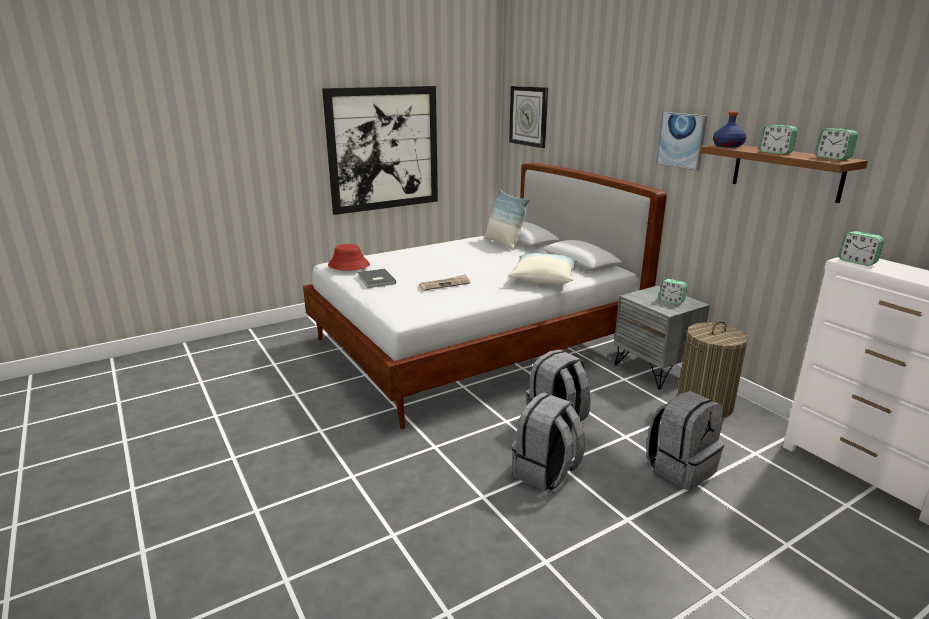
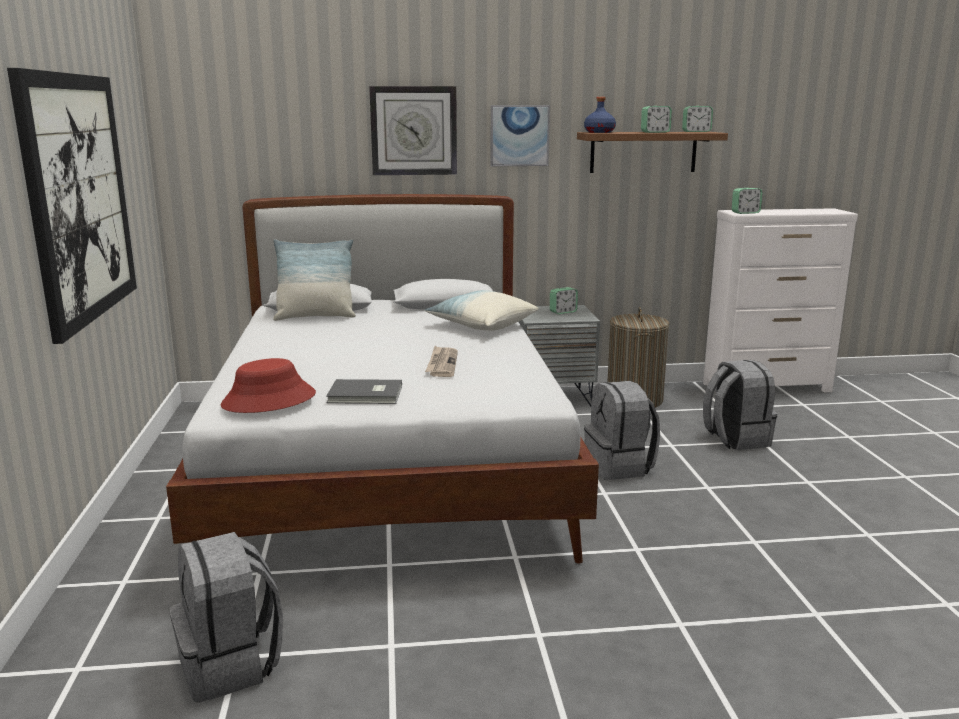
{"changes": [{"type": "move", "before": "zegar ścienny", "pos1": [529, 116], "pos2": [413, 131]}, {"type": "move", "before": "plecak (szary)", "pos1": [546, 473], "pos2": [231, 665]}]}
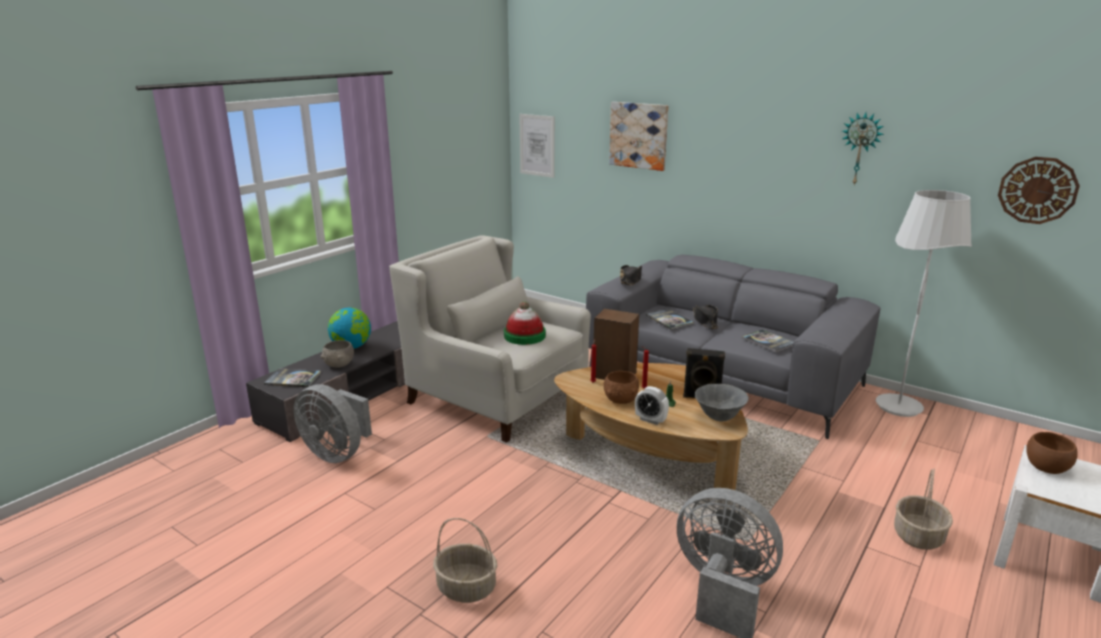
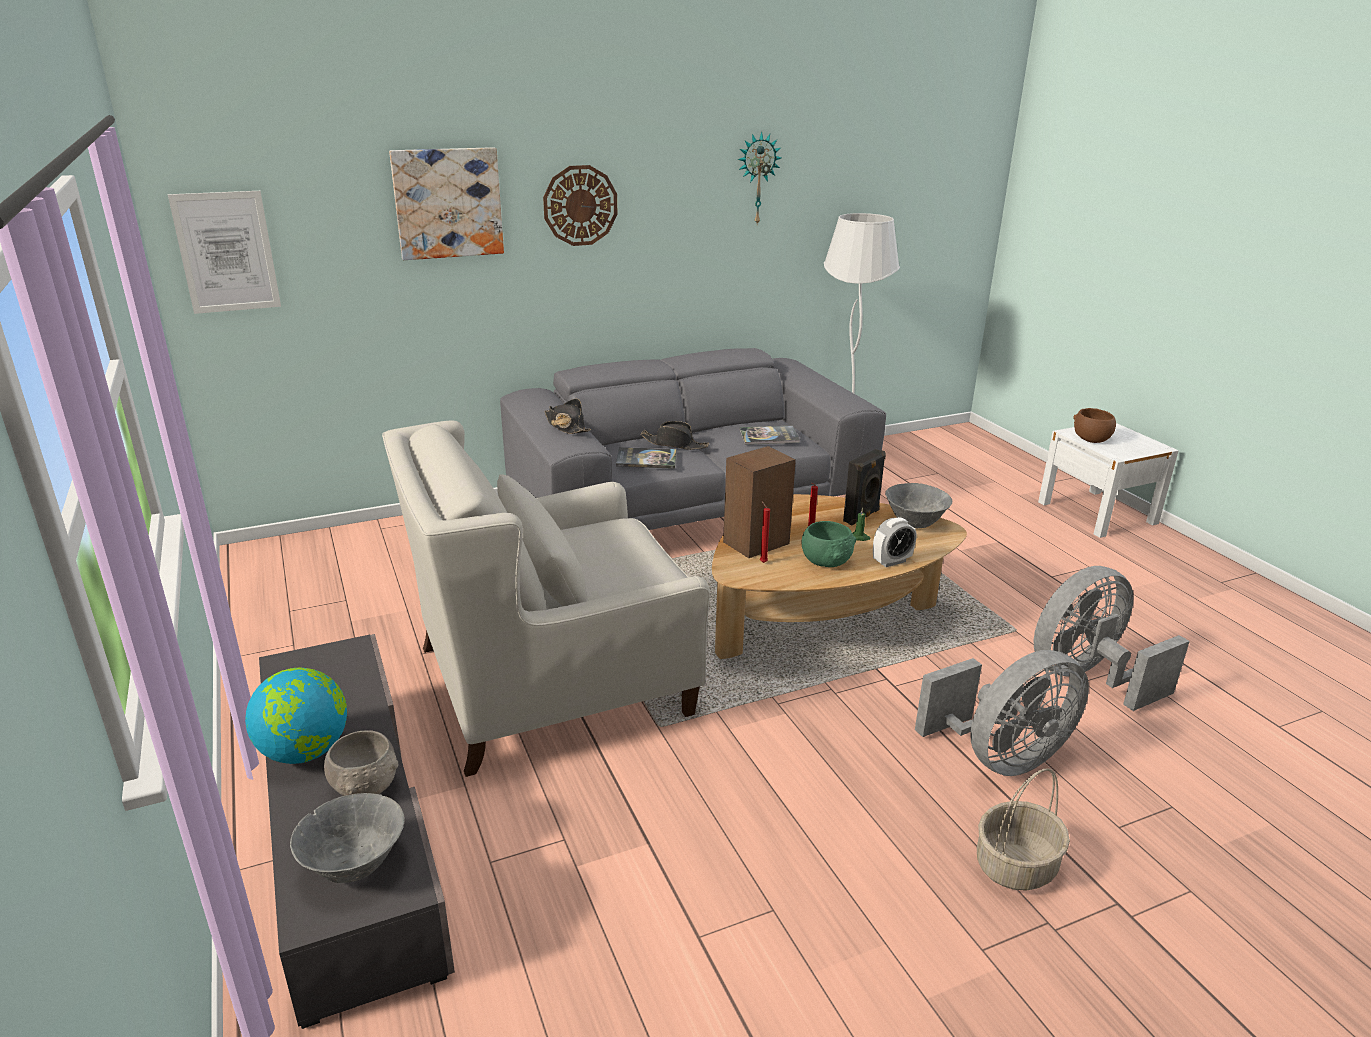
{"changes": [{"type": "replace", "before": "książka", "after": "miska (szary)", "pos1": [293, 379], "pos2": [354, 867]}, {"type": "move", "before": "wentylator (szary)", "pos1": [337, 453], "pos2": [1001, 757]}, {"type": "delete", "before": "kapelusz", "pos1": [524, 336]}, {"type": "recolor", "before": "miska (brązowy)", "after": "miska (zielony)", "pos1": [621, 399], "pos2": [826, 561]}, {"type": "delete", "before": "koszyk", "pos1": [919, 536]}, {"type": "move", "before": "zegar ścienny", "pos1": [1037, 190], "pos2": [580, 205]}]}
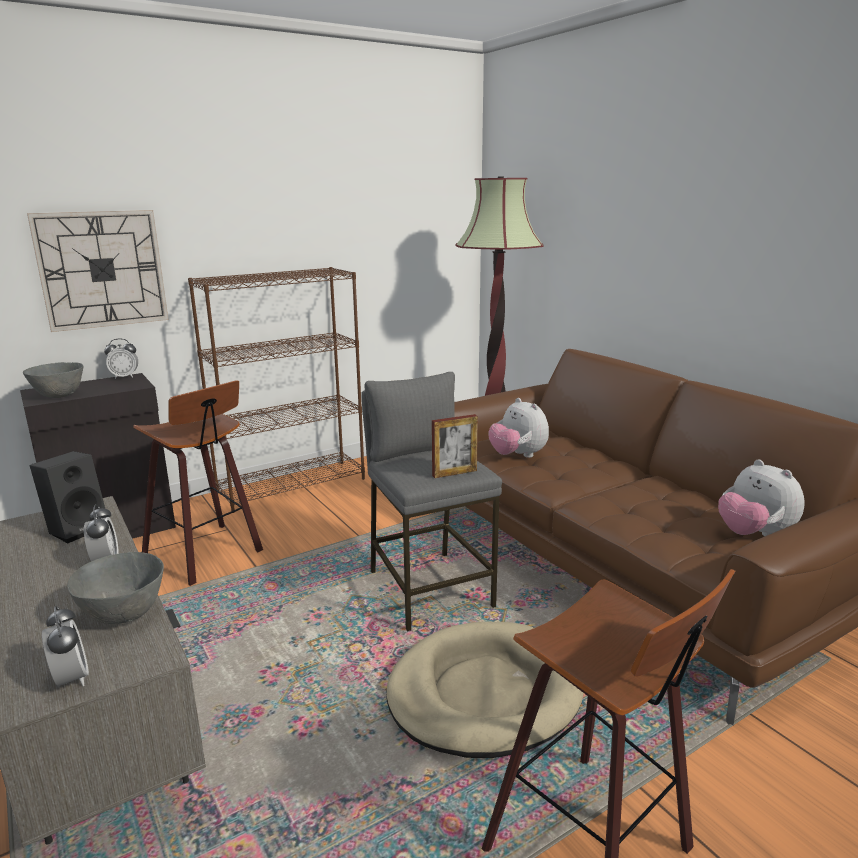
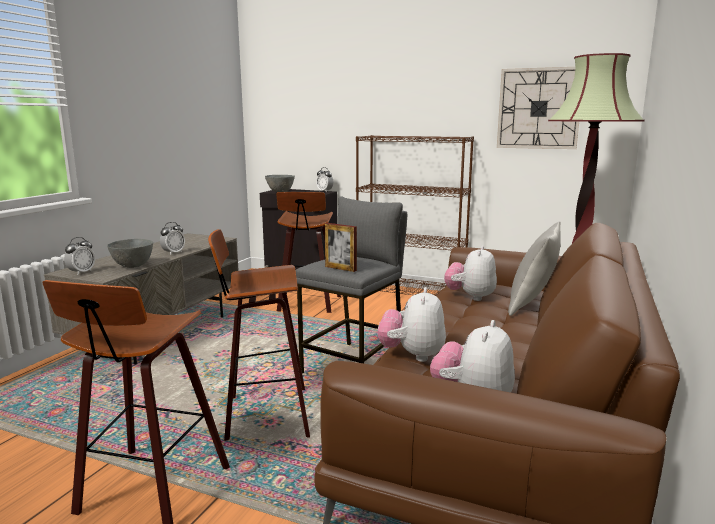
{"changes": [{"type": "move", "before": "zegar ścienny", "pos1": [102, 269], "pos2": [539, 108]}, {"type": "delete", "before": "głośnik (czarny)", "pos1": [78, 528]}, {"type": "replace", "before": "legowisko (beżowy)", "after": "stołek", "pos1": [484, 693], "pos2": [264, 415]}, {"type": "insert", "after": "pluszak", "pos2": [412, 355]}, {"type": "insert", "after": "poduszka (szary)", "pos2": [532, 305]}]}
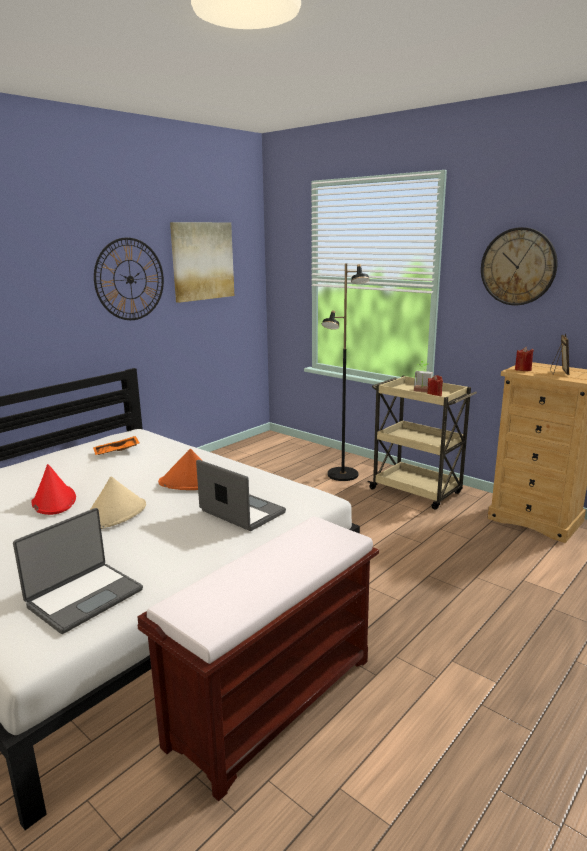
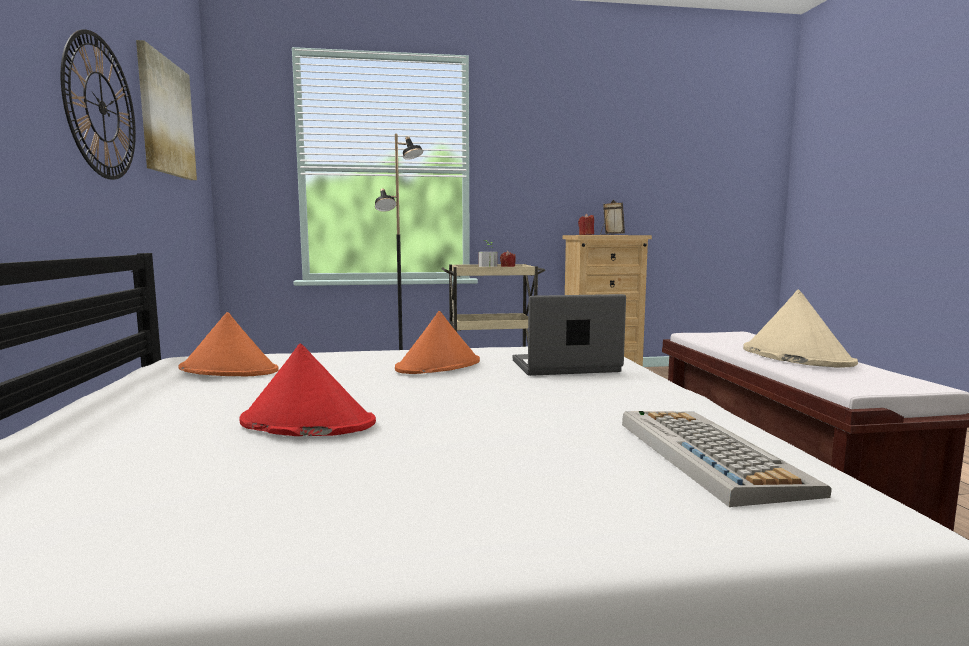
{"changes": [{"type": "replace", "before": "laptop", "after": "klawiatura", "pos1": [84, 597], "pos2": [706, 454]}, {"type": "move", "before": "kapelusz (beżowy)", "pos1": [115, 515], "pos2": [795, 356]}, {"type": "replace", "before": "taca (pomarańczowy)", "after": "kapelusz (pomarańczowy)", "pos1": [117, 451], "pos2": [229, 370]}, {"type": "delete", "before": "zegar ścienny", "pos1": [518, 266]}]}
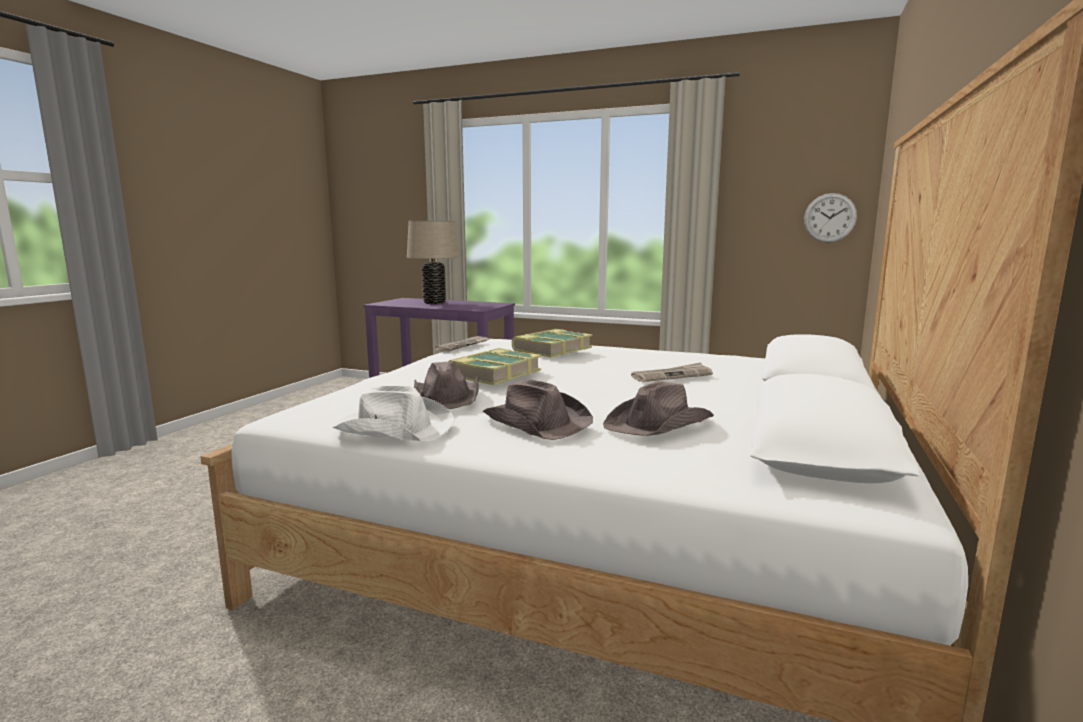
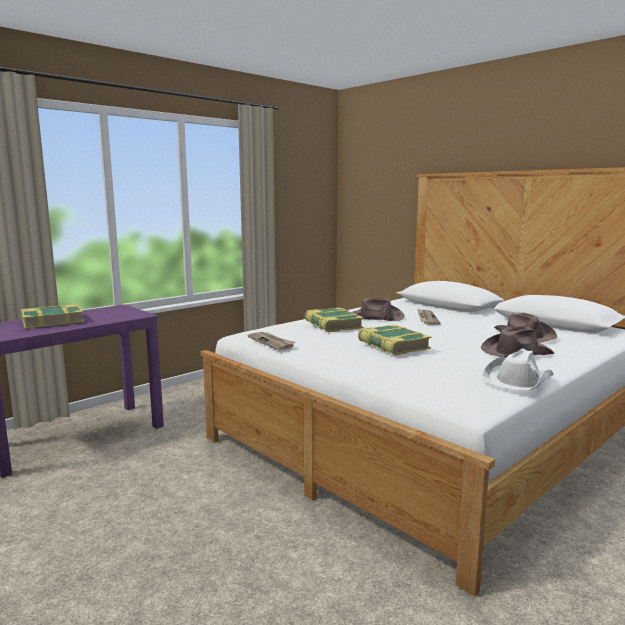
{"changes": [{"type": "replace", "before": "lampa stołowa (beżowy)", "after": "książka", "pos1": [434, 303], "pos2": [53, 321]}, {"type": "move", "before": "kapelusz (brązowy)", "pos1": [447, 398], "pos2": [376, 317]}, {"type": "delete", "before": "zegar ścienny", "pos1": [830, 217]}]}
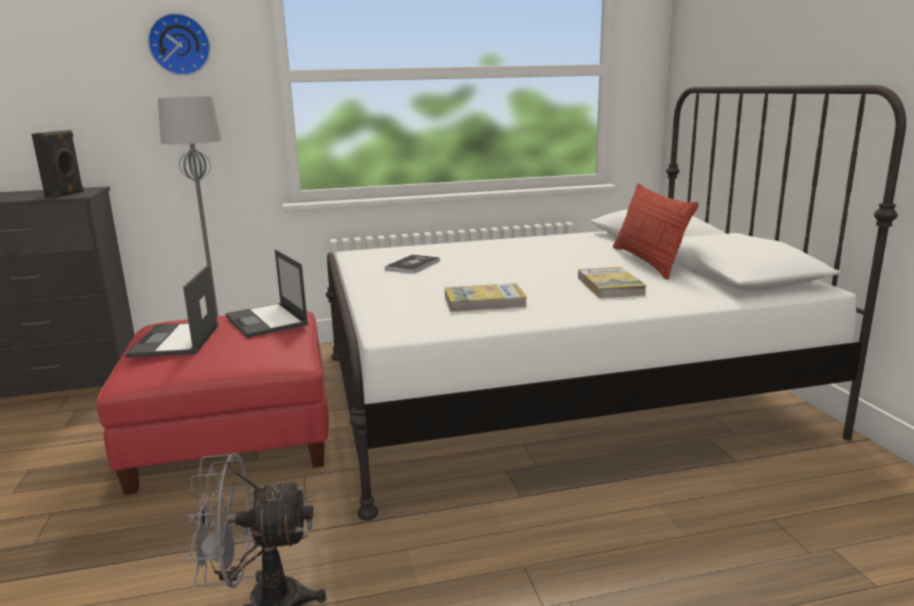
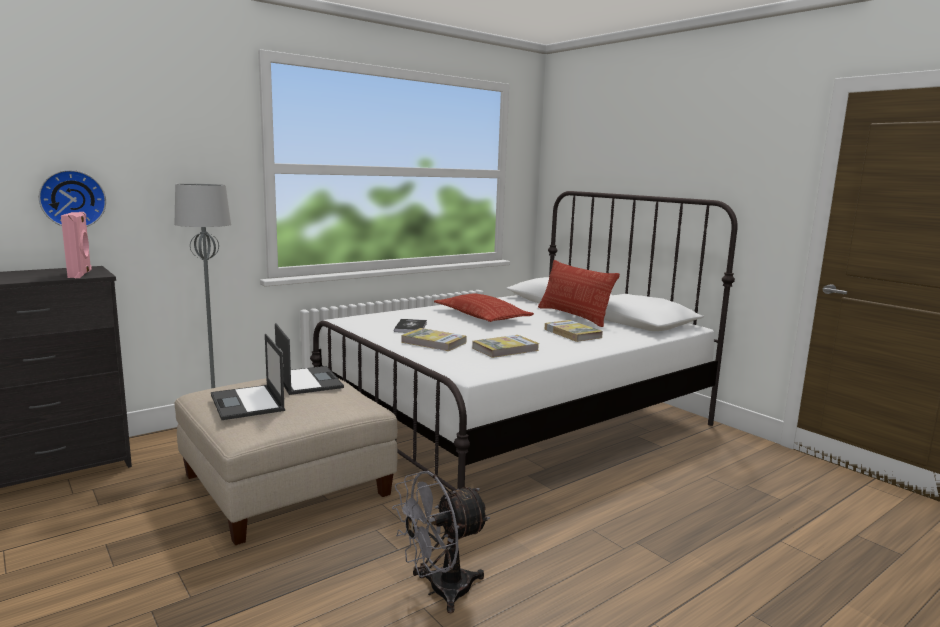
{"changes": [{"type": "recolor", "before": "głośnik (czarny)", "after": "głośnik (różowy)", "pos1": [66, 194], "pos2": [81, 274]}, {"type": "recolor", "before": "pufa (czerwony)", "after": "pufa (beżowy)", "pos1": [234, 435], "pos2": [287, 485]}, {"type": "move", "before": "zegar ścienny", "pos1": [180, 45], "pos2": [72, 199]}, {"type": "rotate", "before": "laptop", "pos1": [267, 321], "pos2": [308, 380], "turn": -150}, {"type": "insert", "after": "książka", "pos2": [433, 342]}, {"type": "insert", "after": "poduszka", "pos2": [482, 316]}]}
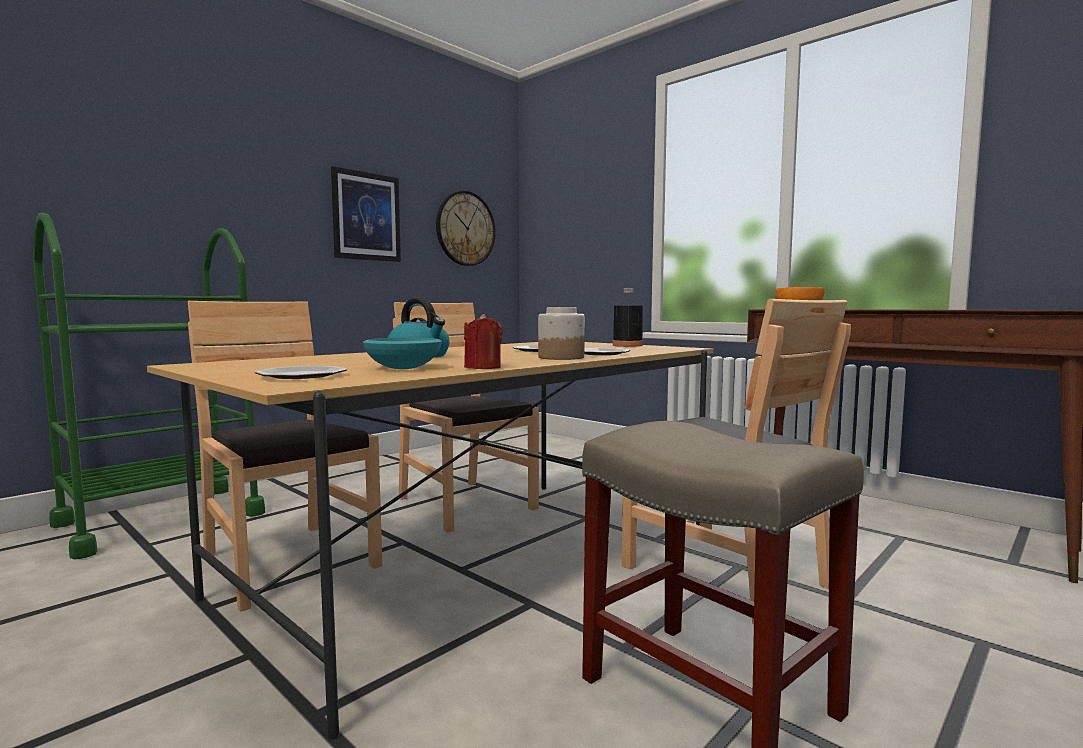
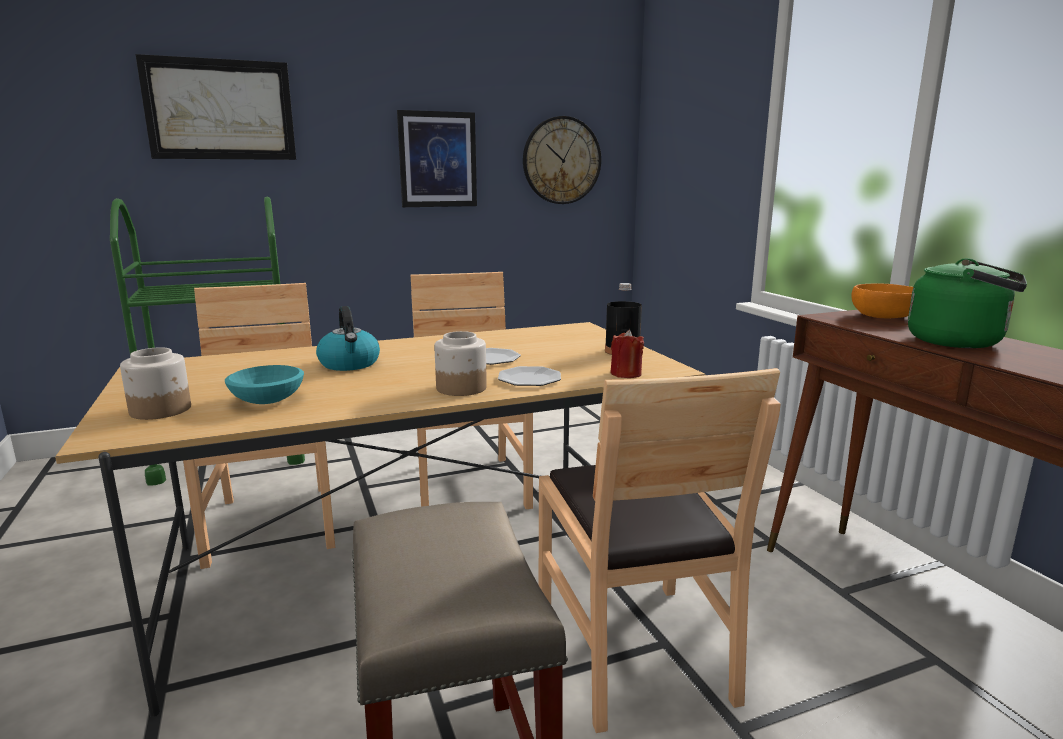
{"changes": [{"type": "replace", "before": "talerz", "after": "słoik", "pos1": [303, 375], "pos2": [161, 410]}, {"type": "move", "before": "świeca (czerwony)", "pos1": [482, 368], "pos2": [626, 374]}, {"type": "insert", "after": "obraz", "pos2": [220, 110]}, {"type": "insert", "after": "czajnik (zielony)", "pos2": [960, 342]}]}
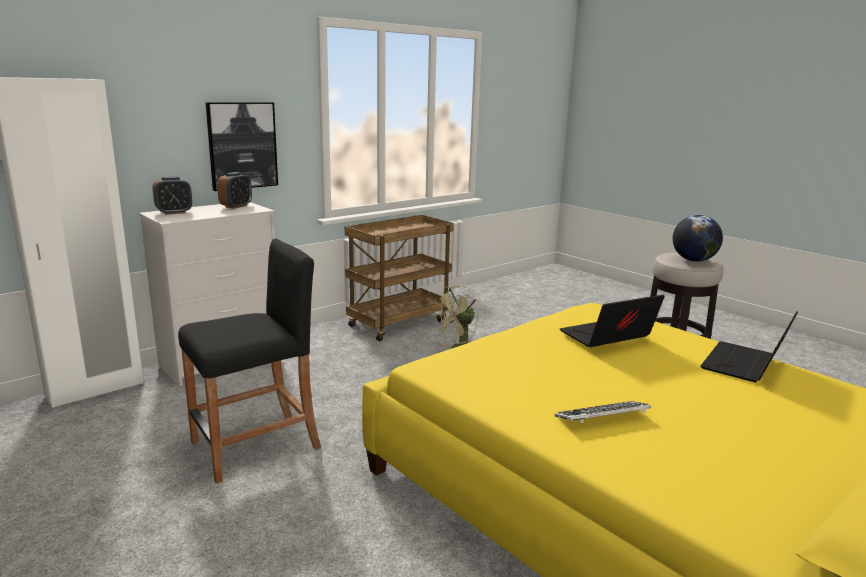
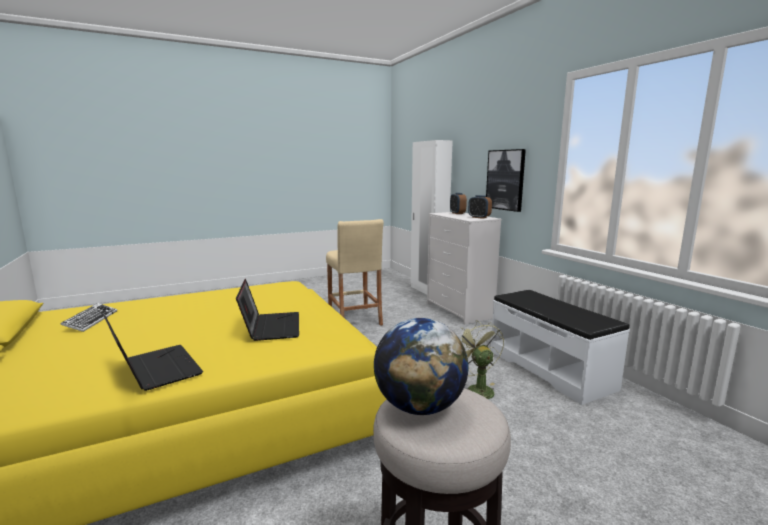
{"changes": [{"type": "recolor", "before": "stołek (czarny)", "after": "stołek (beżowy)", "pos1": [256, 446], "pos2": [354, 318]}, {"type": "replace", "before": "wózek (brązowy)", "after": "ławka (biały)", "pos1": [399, 323], "pos2": [550, 369]}, {"type": "move", "before": "klawiatura", "pos1": [602, 417], "pos2": [91, 321]}]}
